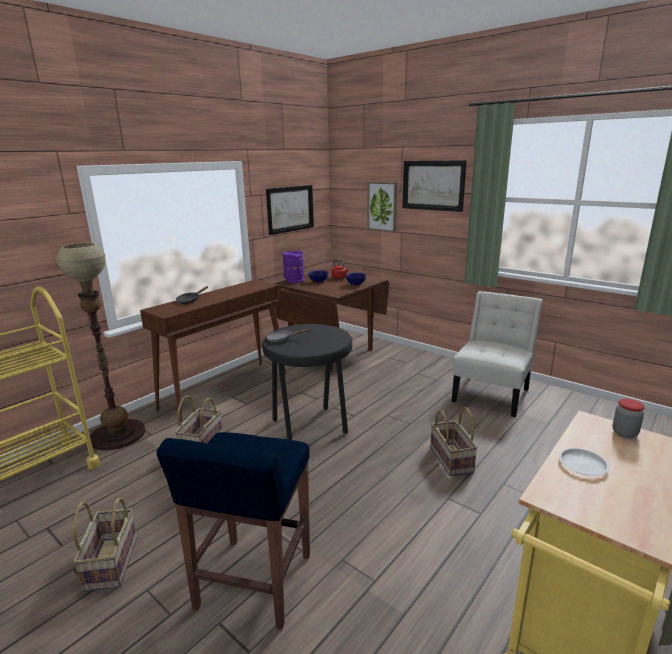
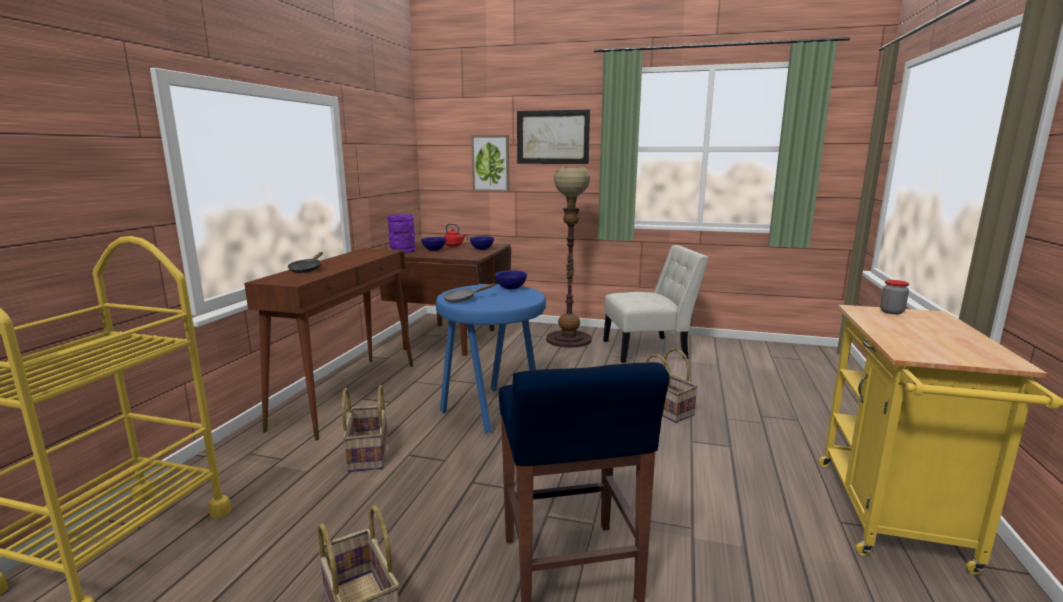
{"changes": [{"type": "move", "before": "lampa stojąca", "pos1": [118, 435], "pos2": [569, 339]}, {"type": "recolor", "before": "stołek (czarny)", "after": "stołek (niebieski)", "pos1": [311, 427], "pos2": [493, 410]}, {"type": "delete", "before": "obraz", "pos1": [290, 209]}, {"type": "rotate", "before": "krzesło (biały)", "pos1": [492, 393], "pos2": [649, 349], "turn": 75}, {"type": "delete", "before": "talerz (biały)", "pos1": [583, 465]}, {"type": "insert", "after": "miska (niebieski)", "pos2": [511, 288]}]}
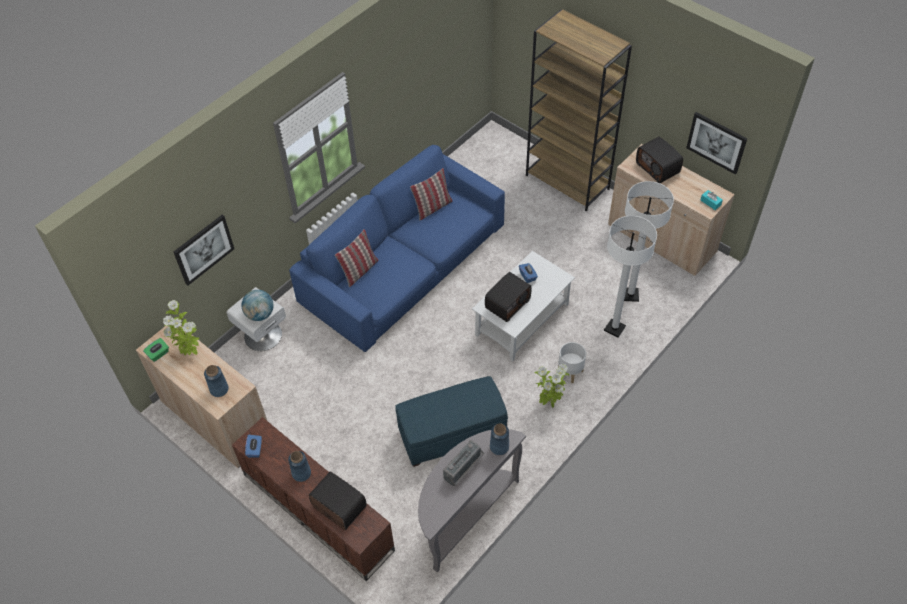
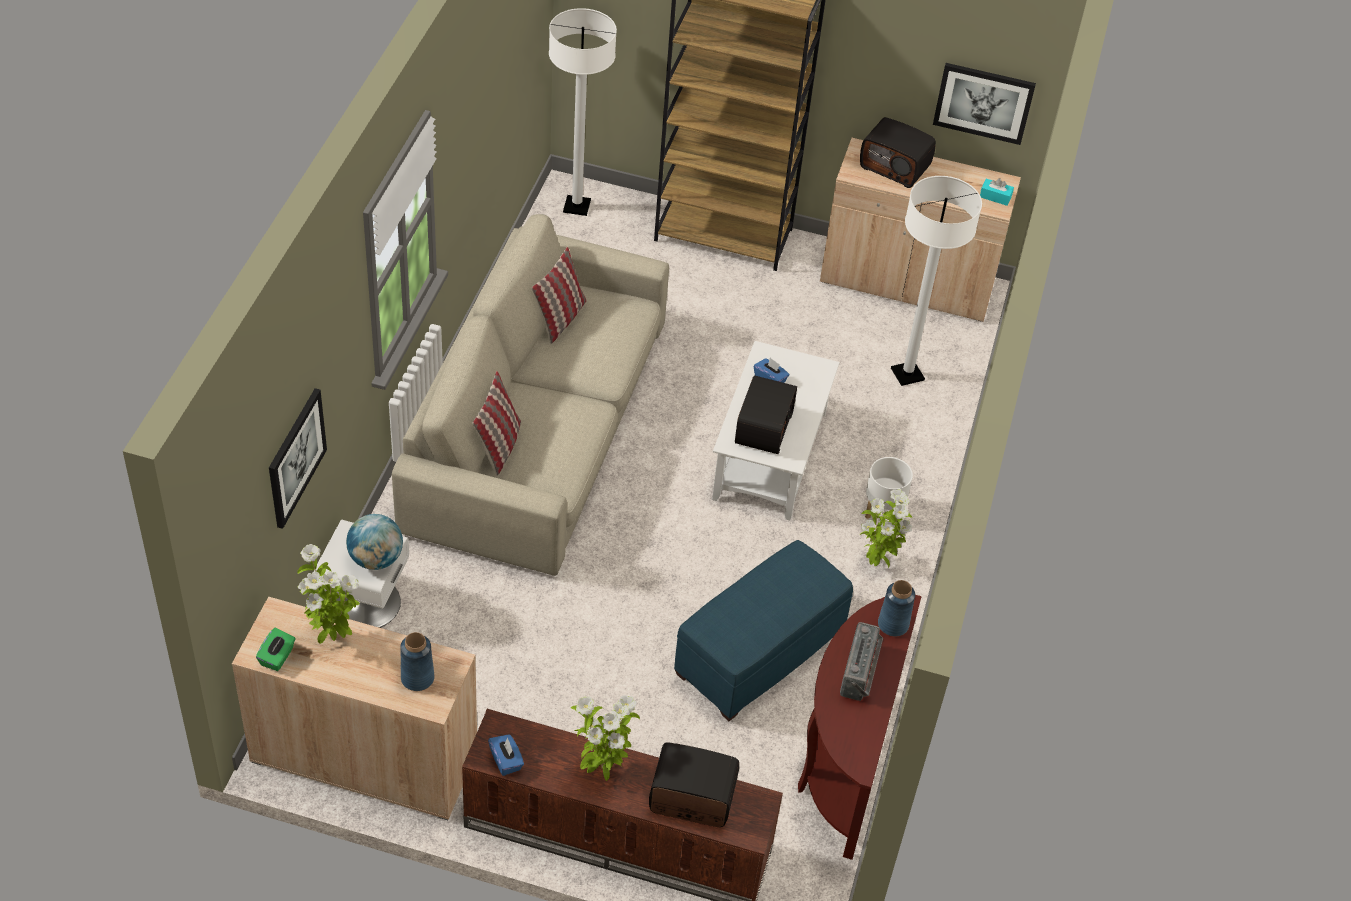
{"changes": [{"type": "replace", "before": "wazon (niebieski)", "after": "roślina doniczkowa", "pos1": [301, 473], "pos2": [602, 770]}, {"type": "recolor", "before": "kanapa (niebieski)", "after": "kanapa (beżowy)", "pos1": [404, 265], "pos2": [539, 426]}, {"type": "recolor", "before": "stolik konsolowy (szary)", "after": "stolik konsolowy (brązowy)", "pos1": [465, 514], "pos2": [845, 762]}, {"type": "move", "before": "lampa stojąca (biały)", "pos1": [614, 328], "pos2": [577, 206]}]}
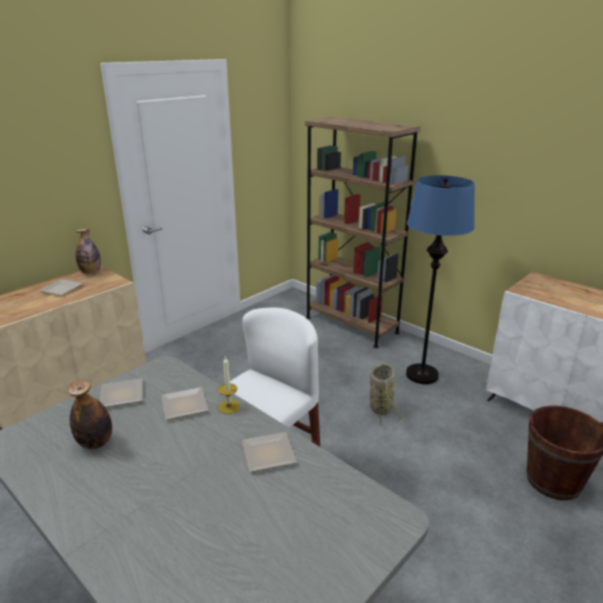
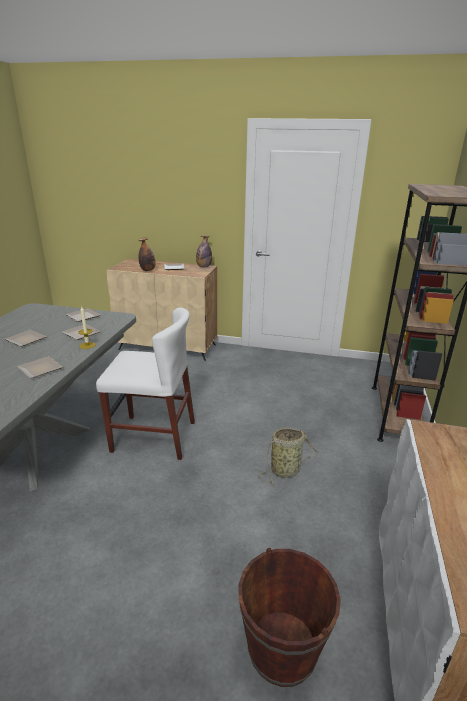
{"changes": [{"type": "move", "before": "butelka", "pos1": [95, 442], "pos2": [148, 270]}, {"type": "delete", "before": "lampa stojąca (niebieski)", "pos1": [422, 374]}, {"type": "insert", "after": "talerz", "pos2": [26, 340]}]}
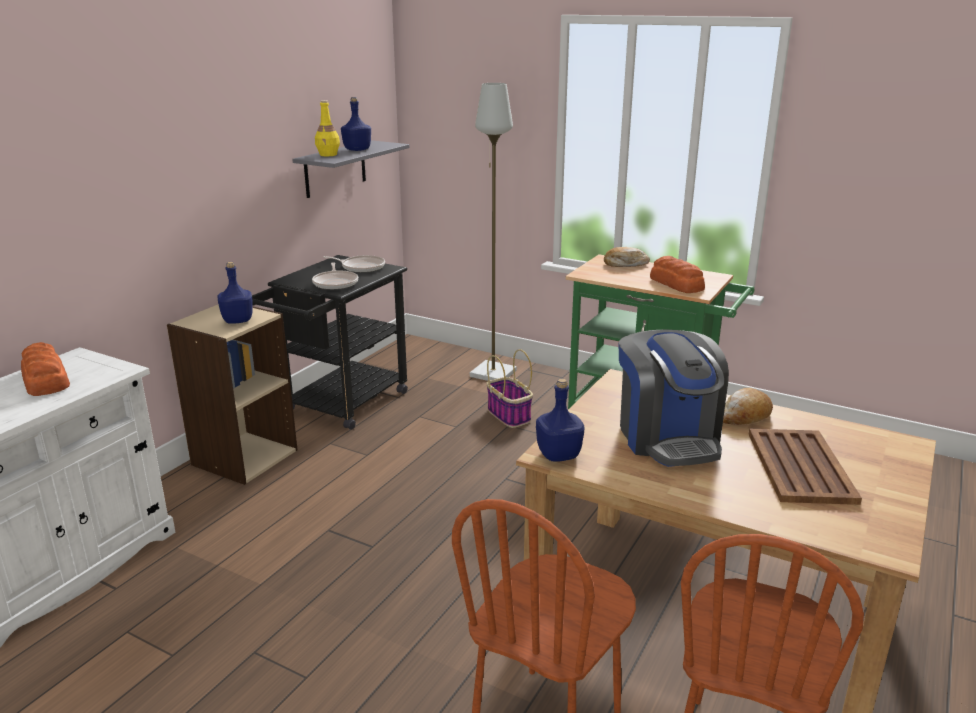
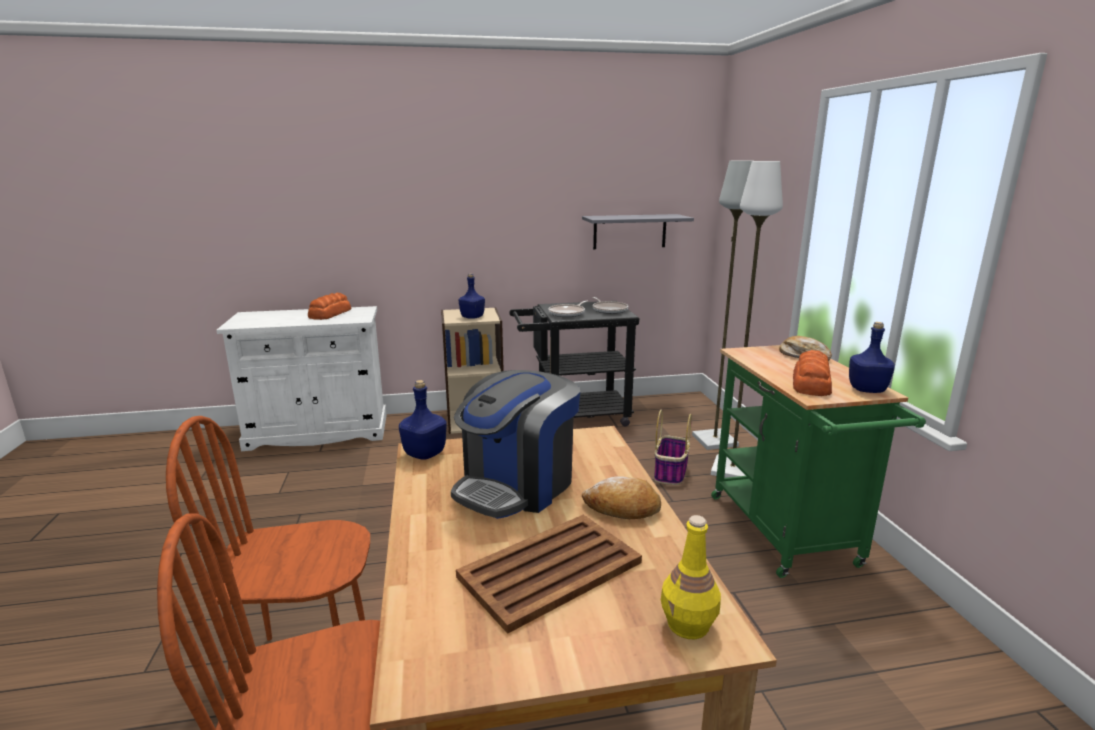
{"changes": [{"type": "move", "before": "butelka (żółty)", "pos1": [328, 154], "pos2": [688, 625]}, {"type": "move", "before": "butelka (niebieski)", "pos1": [357, 150], "pos2": [867, 389]}, {"type": "insert", "after": "lampa stojąca (biały)", "pos2": [731, 469]}]}
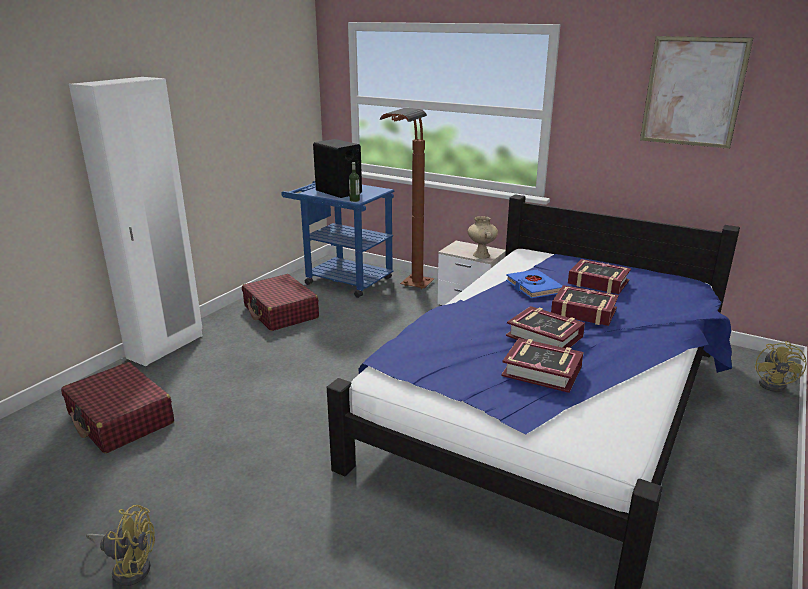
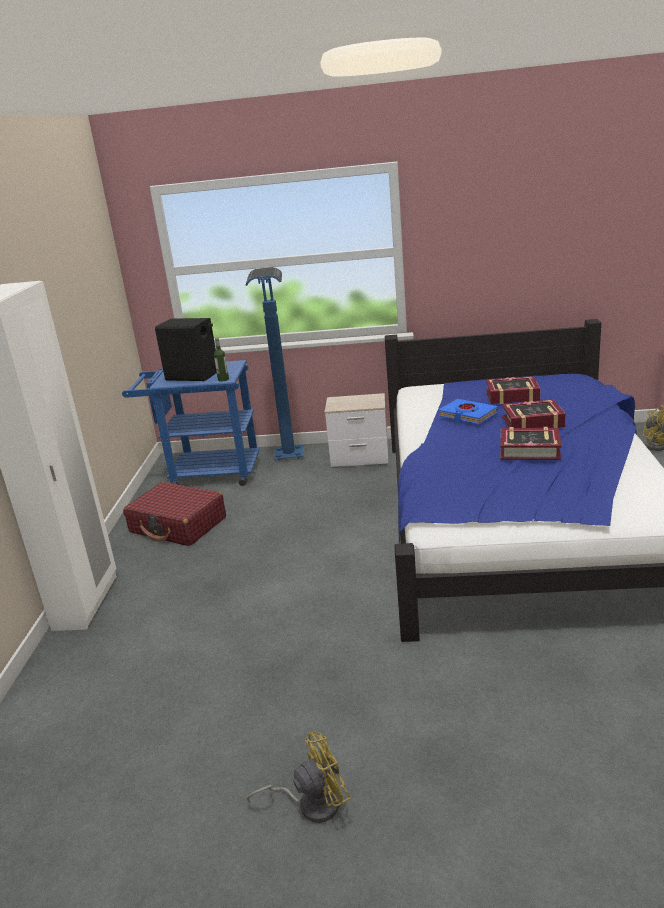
{"changes": [{"type": "delete", "before": "walizka (czerwony)", "pos1": [121, 419]}, {"type": "recolor", "before": "lampa stojąca (brązowy)", "after": "lampa stojąca (niebieski)", "pos1": [410, 291], "pos2": [290, 463]}, {"type": "delete", "before": "wazon (beżowy)", "pos1": [481, 255]}, {"type": "delete", "before": "książka", "pos1": [542, 371]}, {"type": "delete", "before": "obraz", "pos1": [693, 92]}]}
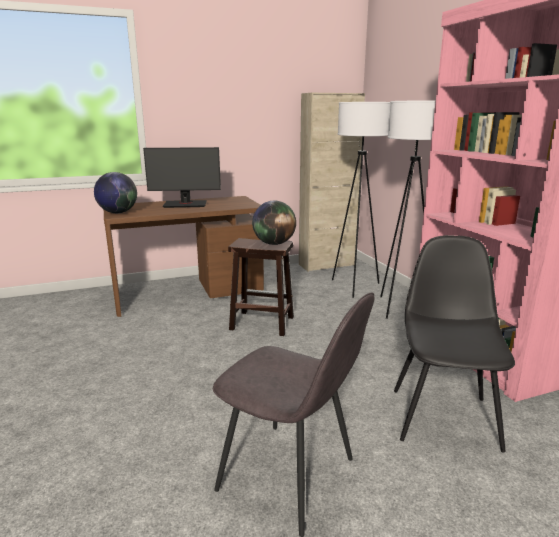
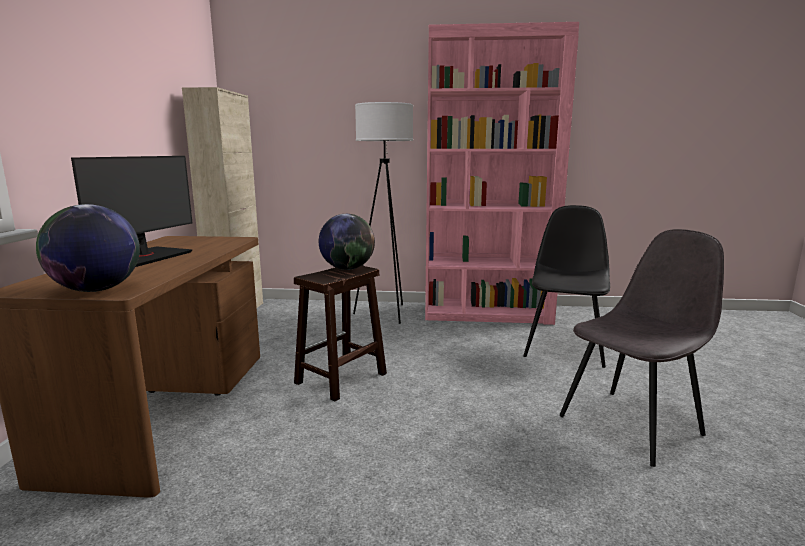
{"changes": [{"type": "delete", "before": "lampa stojąca (biały)", "pos1": [354, 287]}, {"type": "rotate", "before": "krzesło (czarny)", "pos1": [443, 416], "pos2": [564, 348], "turn": 75}]}
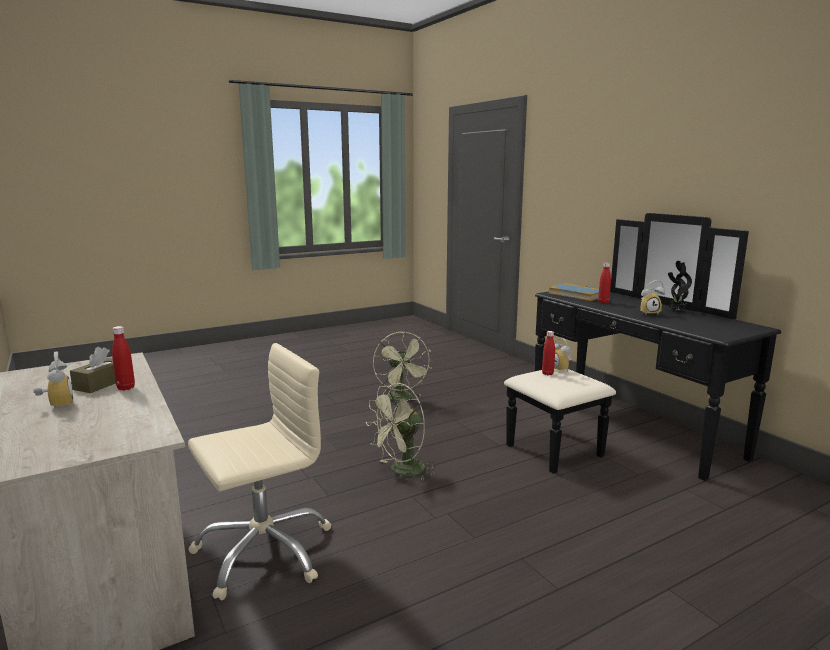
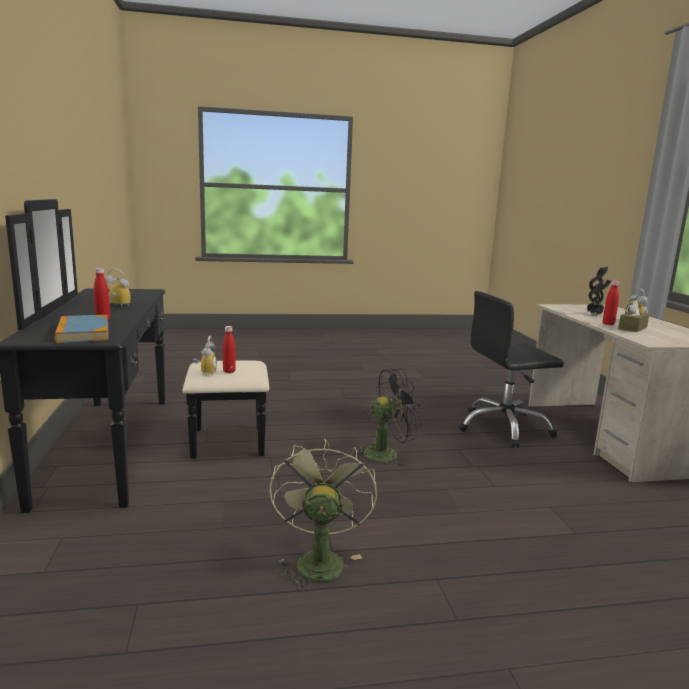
{"changes": [{"type": "recolor", "before": "krzesło biurowe (beżowy)", "after": "krzesło biurowe (czarny)", "pos1": [263, 551], "pos2": [504, 427]}, {"type": "recolor", "before": "wentylator (zielony)", "after": "wentylator (czarny)", "pos1": [402, 471], "pos2": [387, 453]}, {"type": "move", "before": "roślina doniczkowa", "pos1": [675, 311], "pos2": [595, 314]}]}
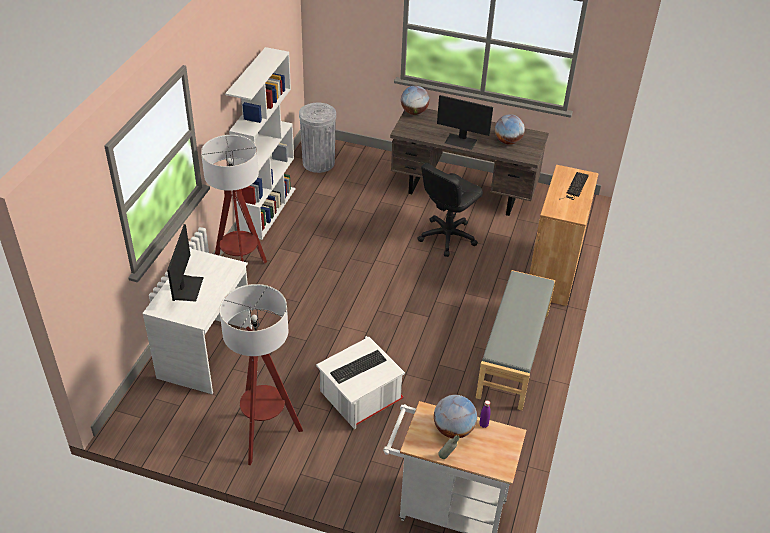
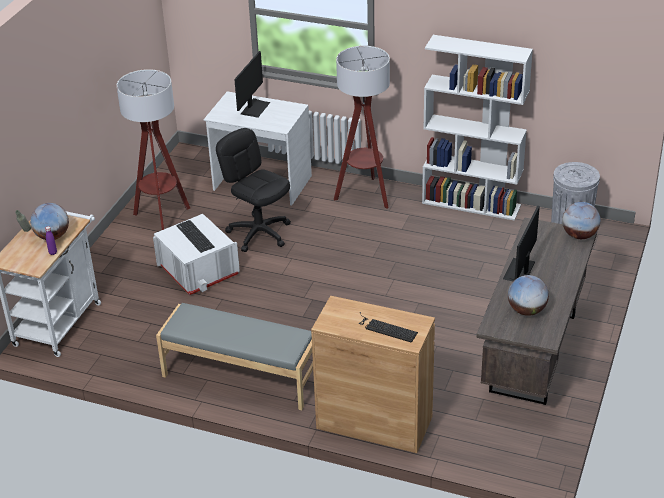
{"changes": [{"type": "rotate", "before": "monitor", "pos1": [188, 288], "pos2": [255, 108], "turn": -75}, {"type": "move", "before": "krzesło biurowe (czarny)", "pos1": [447, 237], "pos2": [259, 233]}]}
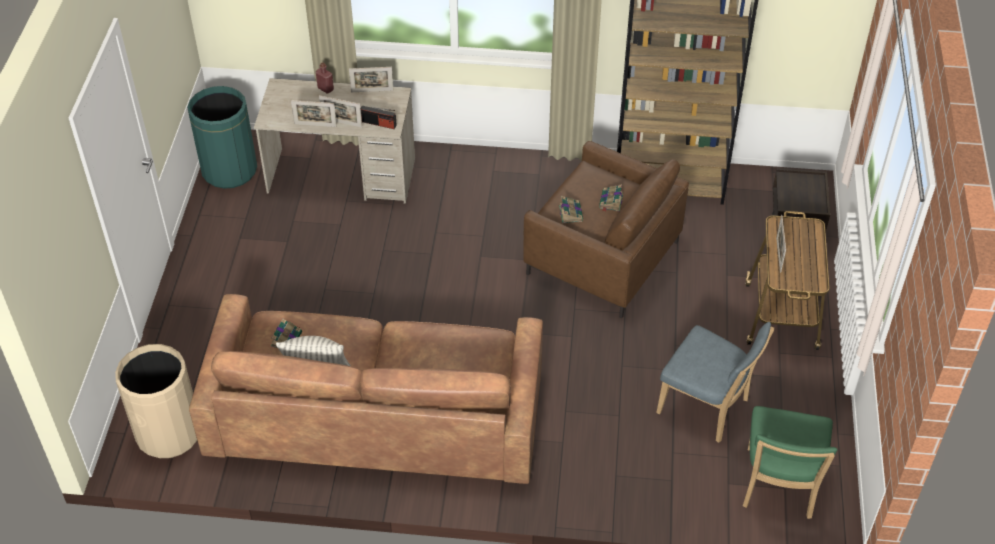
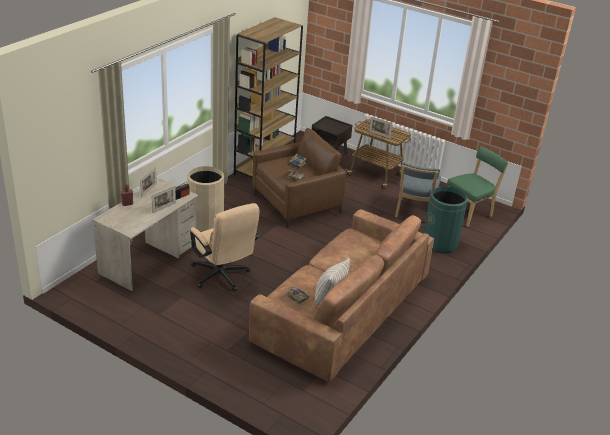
{"changes": [{"type": "move", "before": "kosz na śmieci (beżowy)", "pos1": [169, 433], "pos2": [205, 223]}, {"type": "move", "before": "kosz na śmieci (zielony)", "pos1": [229, 170], "pos2": [440, 243]}, {"type": "delete", "before": "ramka na zdjęcie", "pos1": [315, 125]}, {"type": "rotate", "before": "krzesło (niebieski)", "pos1": [707, 408], "pos2": [413, 212], "turn": 135}, {"type": "rotate", "before": "krzesło (zielony)", "pos1": [778, 487], "pos2": [469, 213], "turn": -75}, {"type": "insert", "after": "krzesło biurowe (beżowy)", "pos2": [222, 277]}]}
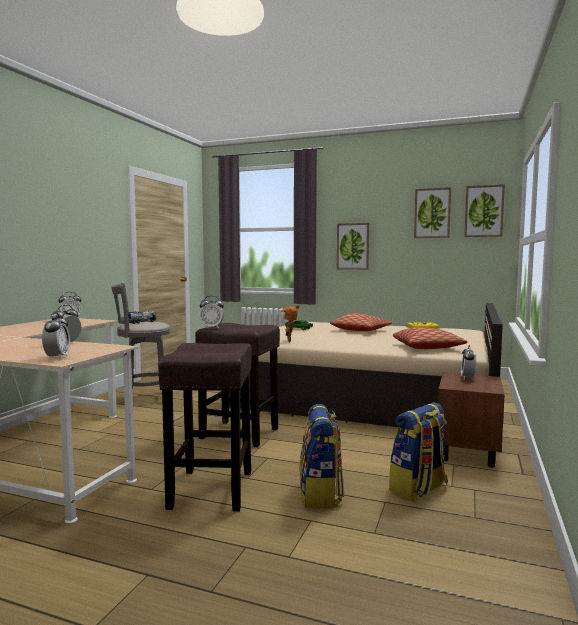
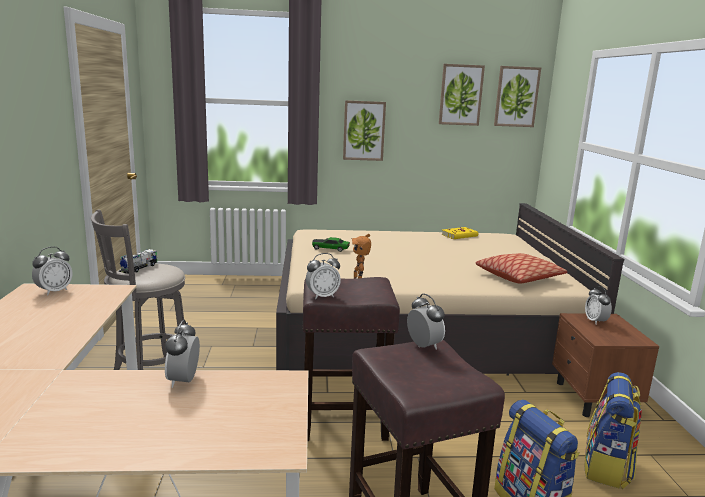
{"changes": [{"type": "move", "before": "budzik", "pos1": [57, 357], "pos2": [423, 346]}, {"type": "delete", "before": "poduszka", "pos1": [361, 330]}]}
